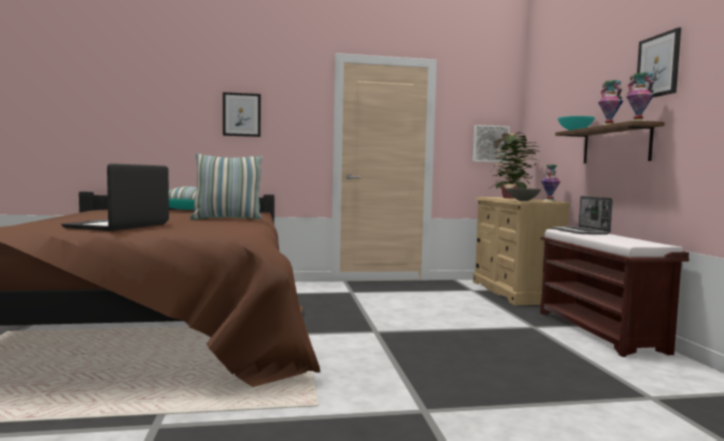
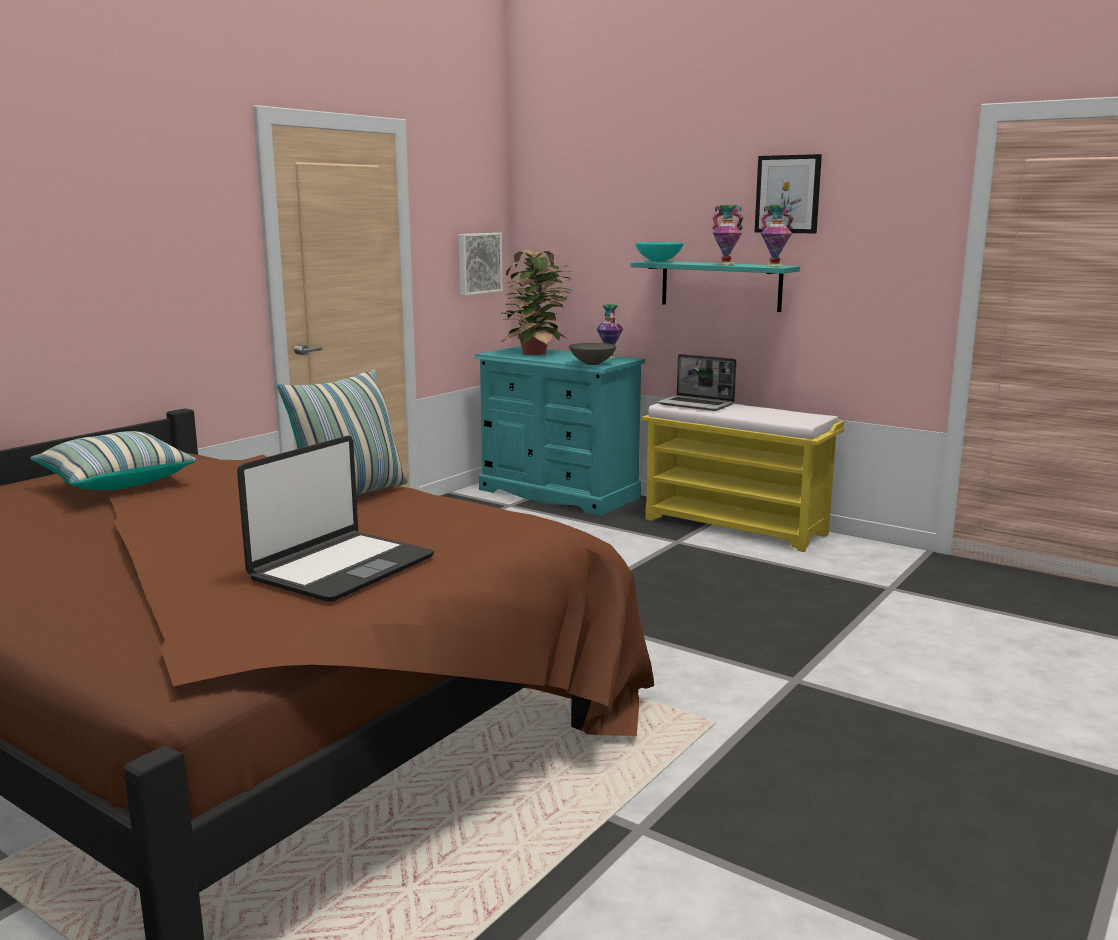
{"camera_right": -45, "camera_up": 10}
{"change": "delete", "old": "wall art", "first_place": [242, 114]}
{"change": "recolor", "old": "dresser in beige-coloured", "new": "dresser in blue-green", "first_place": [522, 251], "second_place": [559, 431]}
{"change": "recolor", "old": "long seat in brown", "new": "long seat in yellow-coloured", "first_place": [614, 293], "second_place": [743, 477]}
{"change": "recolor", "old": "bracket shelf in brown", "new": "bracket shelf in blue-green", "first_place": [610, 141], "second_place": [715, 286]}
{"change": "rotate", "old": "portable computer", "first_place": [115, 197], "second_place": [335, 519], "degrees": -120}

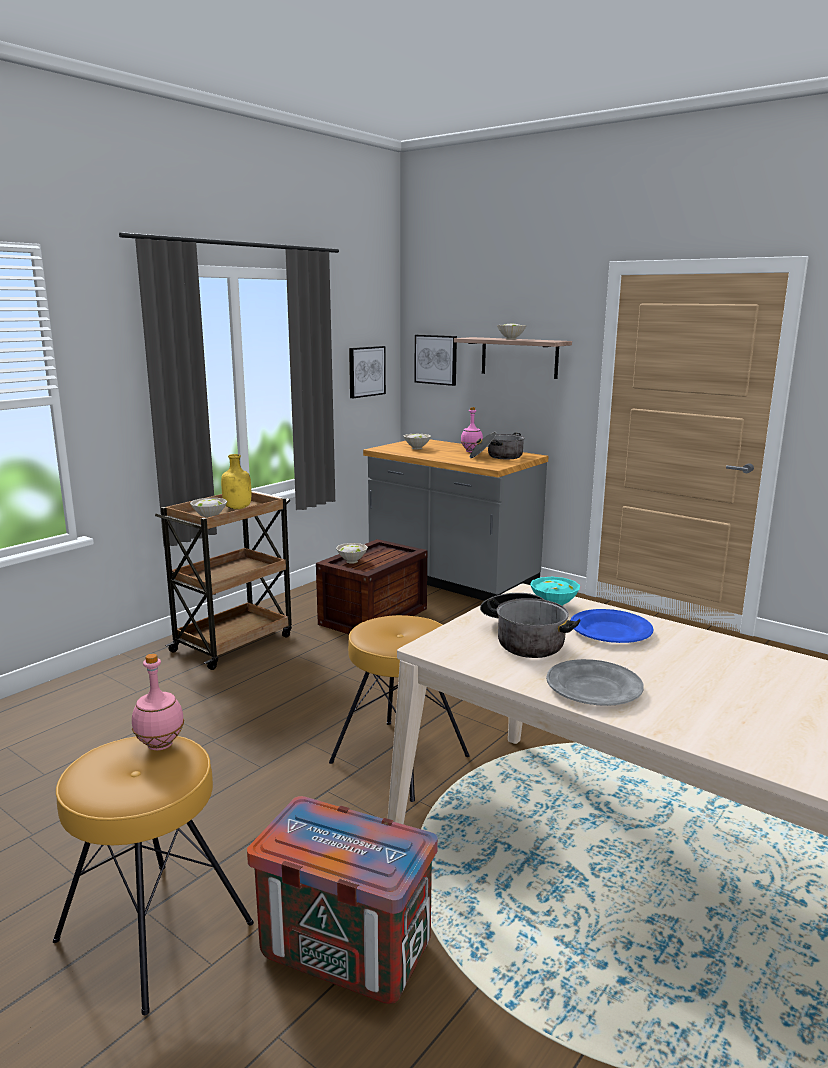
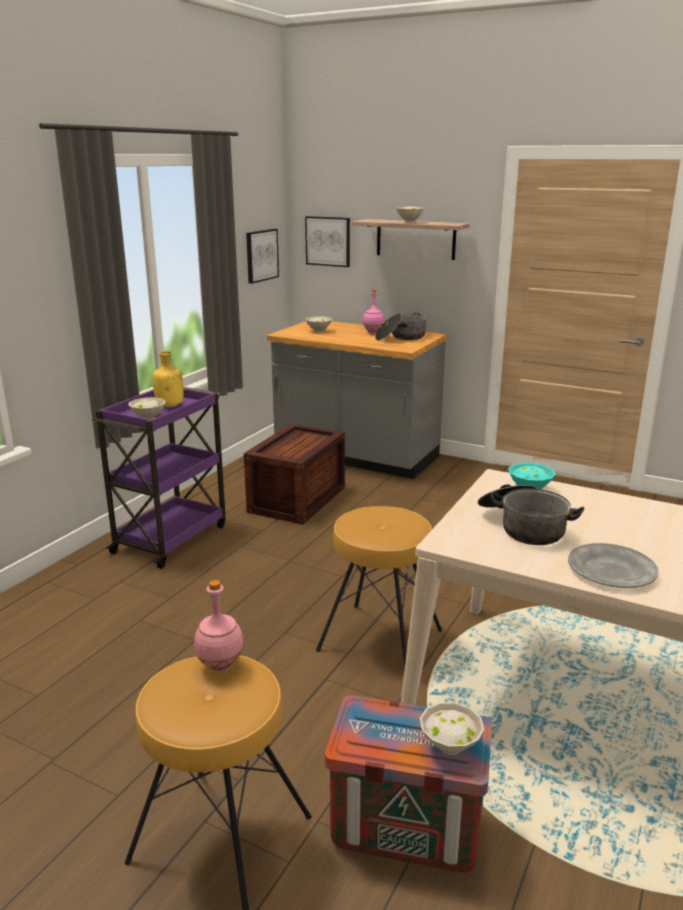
{"camera_right": -10, "camera_up": 5}
{"change": "delete", "old": "dinner plate in blue", "first_place": [611, 626]}
{"change": "move", "old": "serving bowl in whitish", "first_place": [352, 553], "second_place": [452, 728]}
{"change": "recolor", "old": "trolley in brown", "new": "trolley in purple", "first_place": [223, 580], "second_place": [159, 478]}

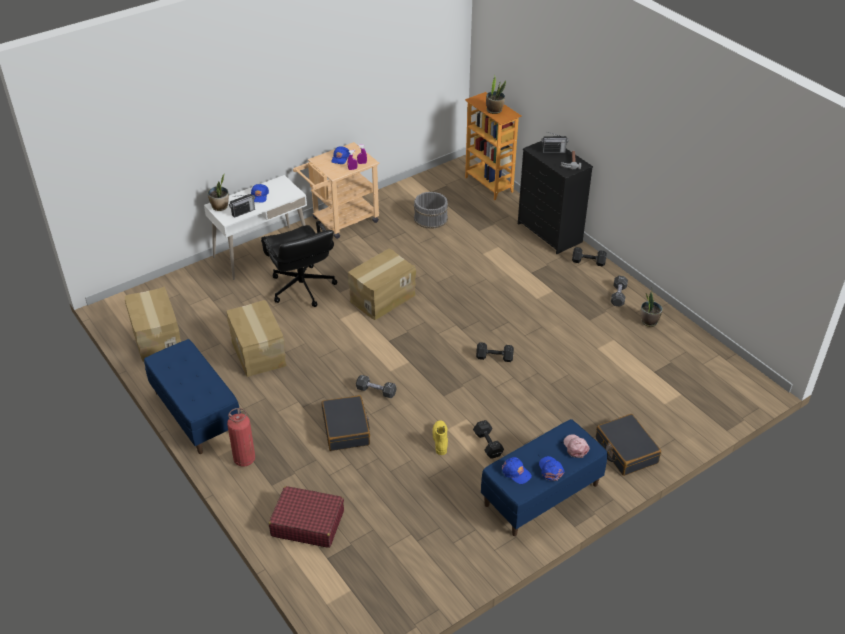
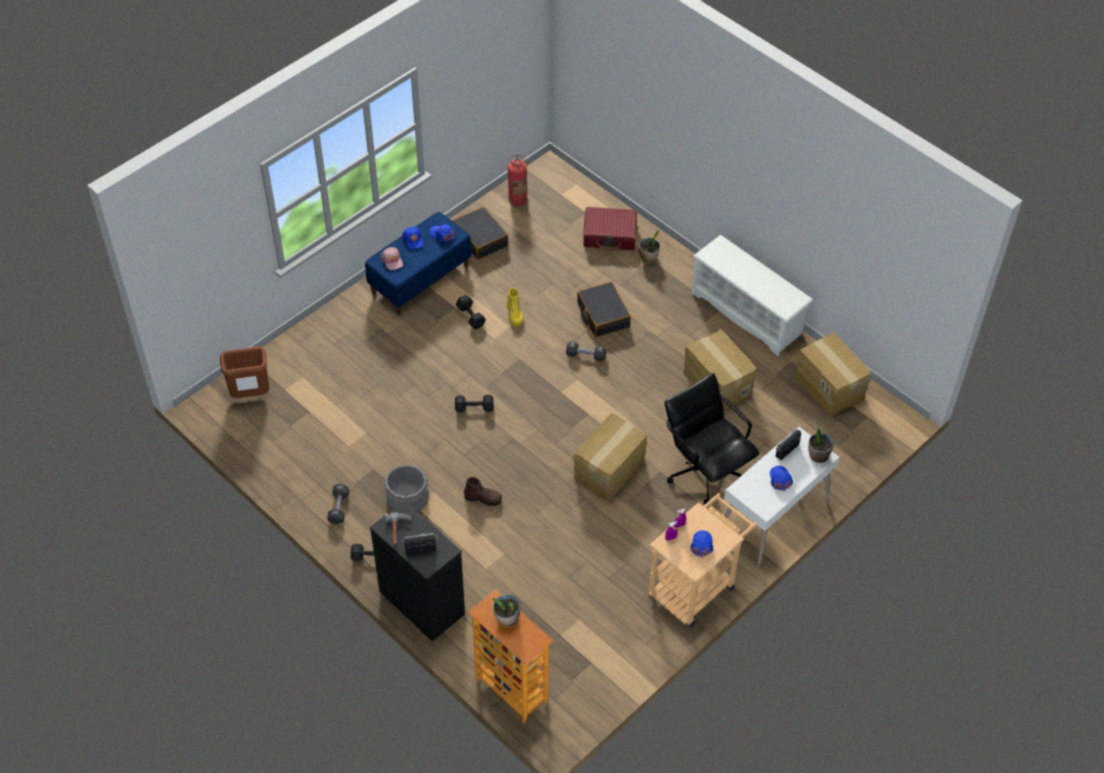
{"camera_right": 170, "camera_up": 10}
{"change": "insert", "new": "waste bin in brown", "second_place": [244, 372]}
{"change": "insert", "new": "high-top boot in brown", "second_place": [483, 491]}
{"change": "move", "old": "extinguisher", "first_place": [241, 437], "second_place": [517, 180]}
{"change": "move", "old": "bucket in gray", "first_place": [431, 210], "second_place": [406, 487]}
{"change": "move", "old": "piece of luggage in black", "first_place": [628, 445], "second_place": [481, 233]}
{"change": "move", "old": "potted plant", "first_place": [652, 310], "second_place": [649, 246]}
{"change": "replace", "old": "long seat in blue", "new": "shoe shelf in whitish", "first_place": [192, 396], "second_place": [752, 295]}

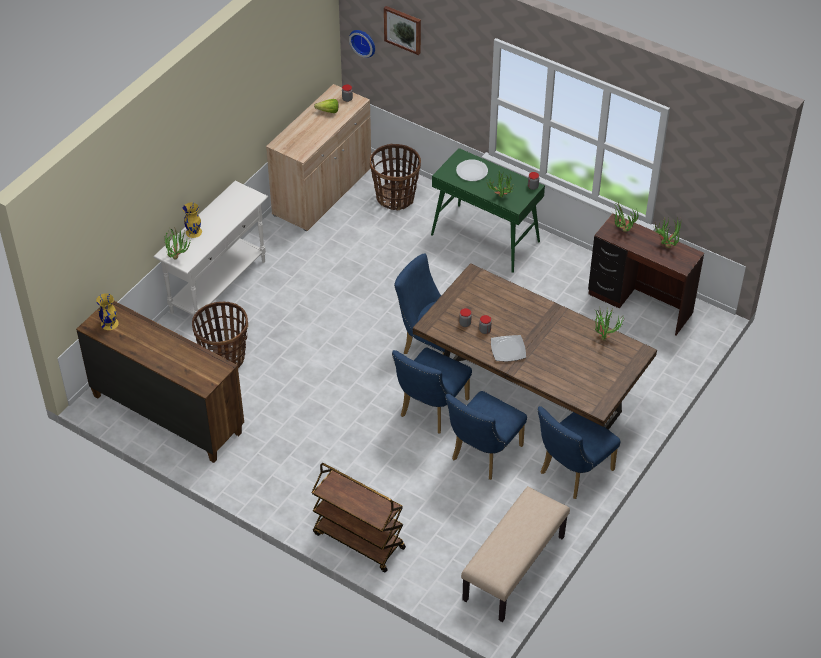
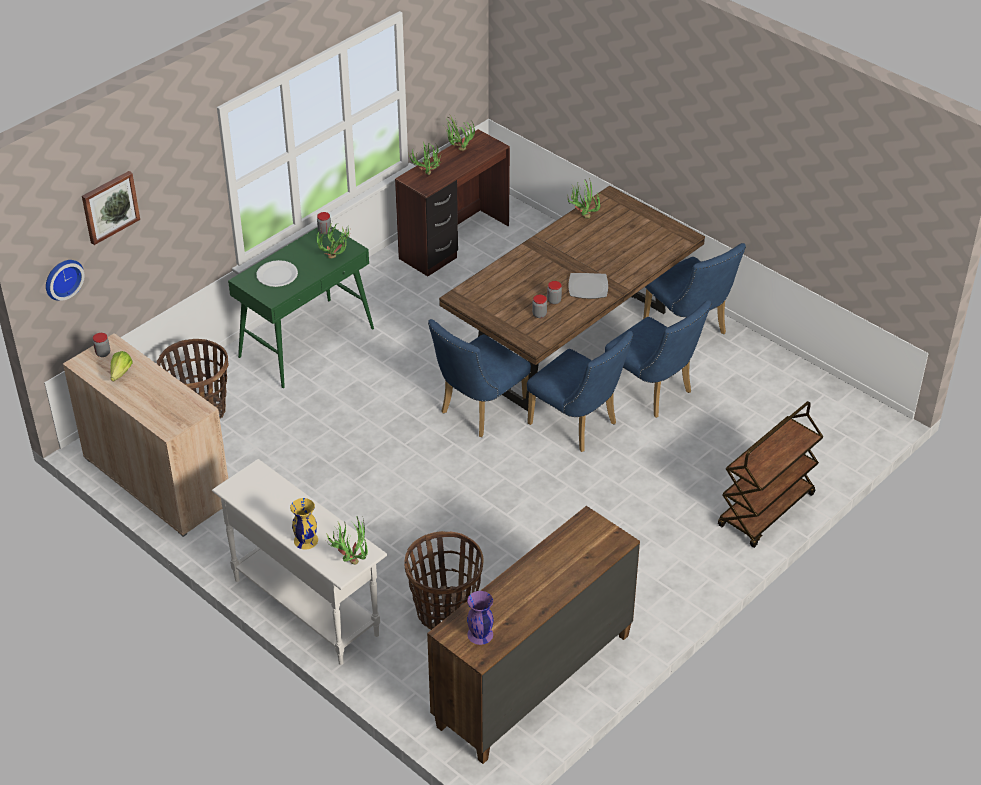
{"camera_right": -80, "camera_up": -5}
{"change": "delete", "old": "long seat in beige-coloured", "first_place": [515, 554]}
{"change": "recolor", "old": "flower vase in yellow-coloured", "new": "flower vase in purple", "first_place": [107, 311], "second_place": [480, 618]}

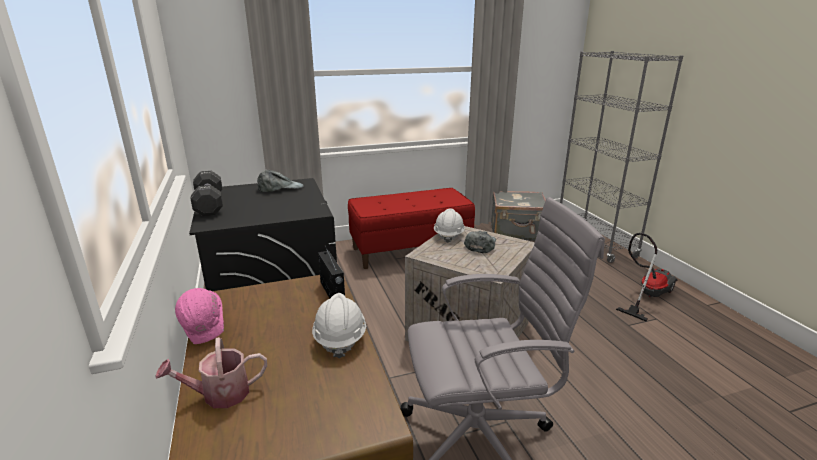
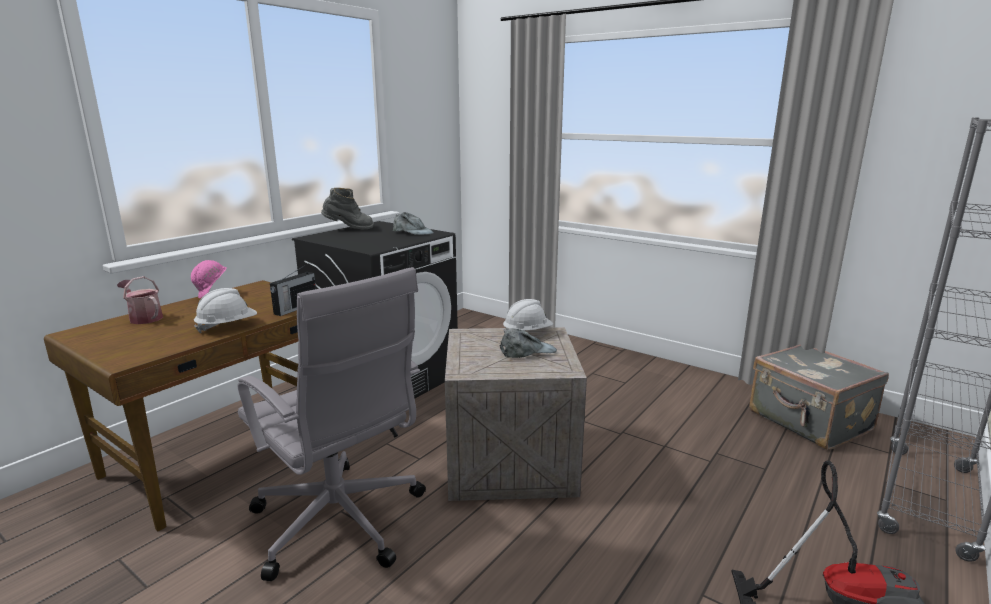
{"camera_right": 55, "camera_up": -5}
{"change": "delete", "old": "long seat in red-coloured", "first_place": [411, 228]}
{"change": "replace", "old": "dumbbell in black", "new": "high-top boot in gray", "first_place": [207, 193], "second_place": [347, 208]}

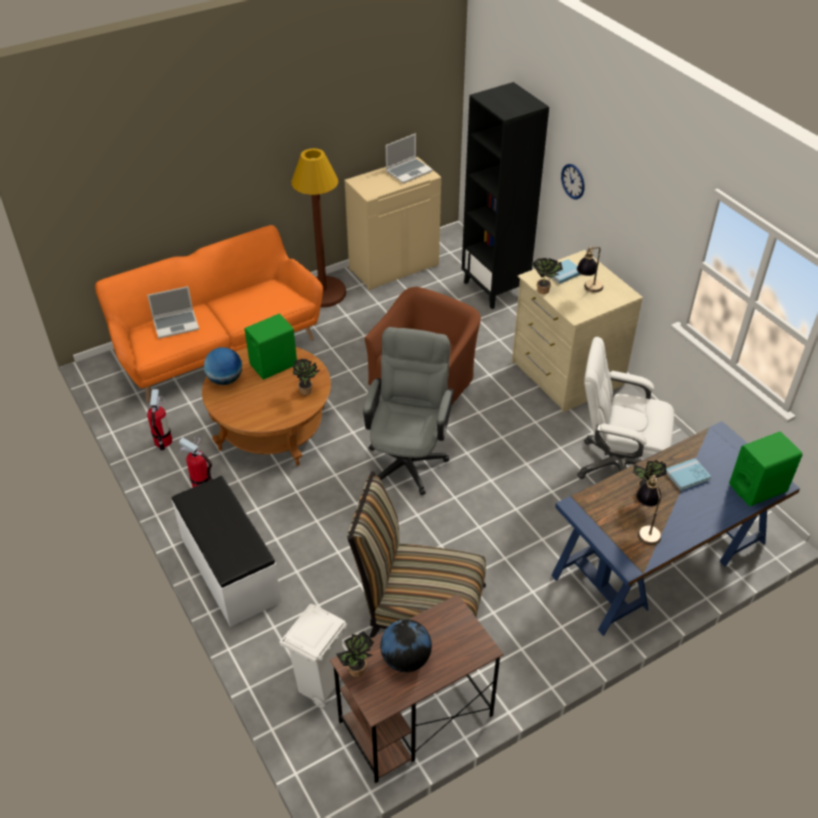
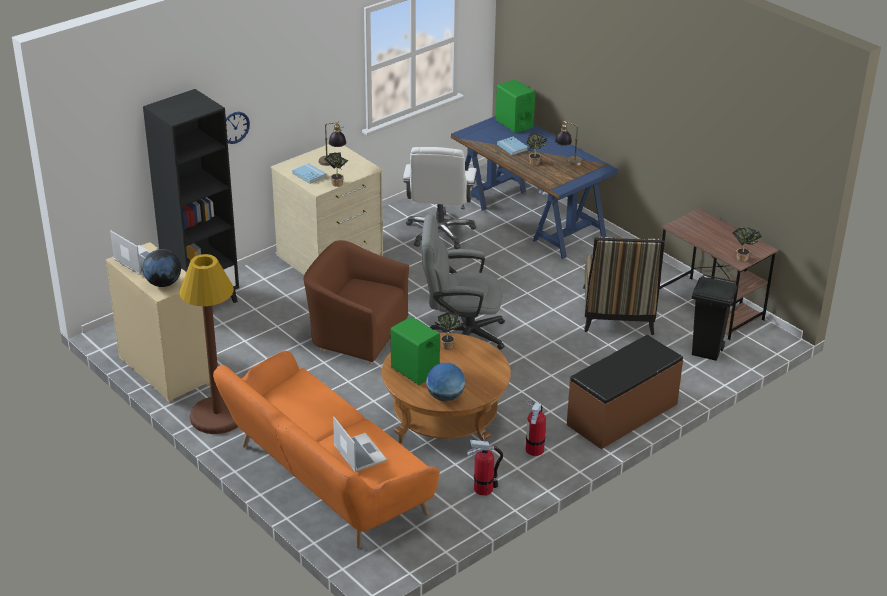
{"camera_right": -100, "camera_up": -10}
{"change": "move", "old": "world globe", "first_place": [406, 645], "second_place": [162, 268]}
{"change": "recolor", "old": "long seat in whitish", "new": "long seat in brown", "first_place": [226, 551], "second_place": [625, 392]}
{"change": "recolor", "old": "waste bin in whitish", "new": "waste bin in black", "first_place": [313, 656], "second_place": [715, 317]}

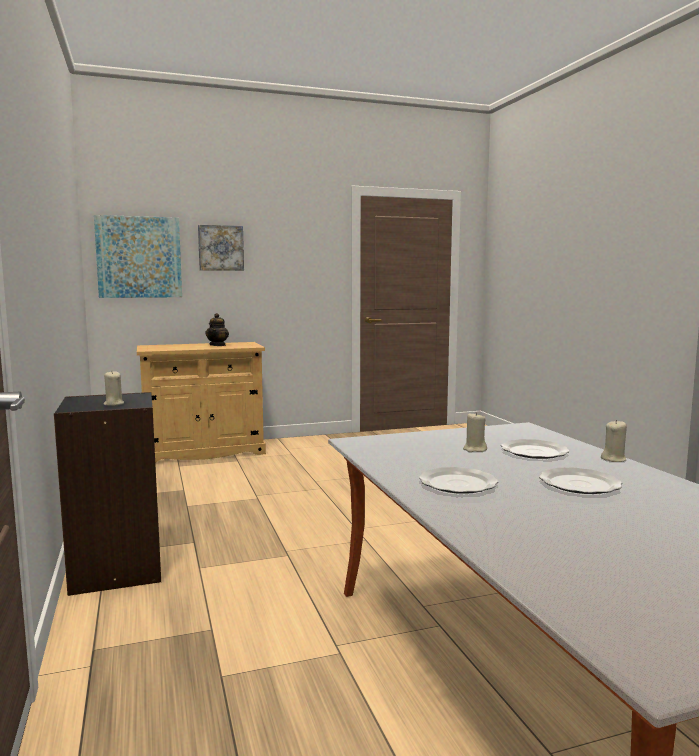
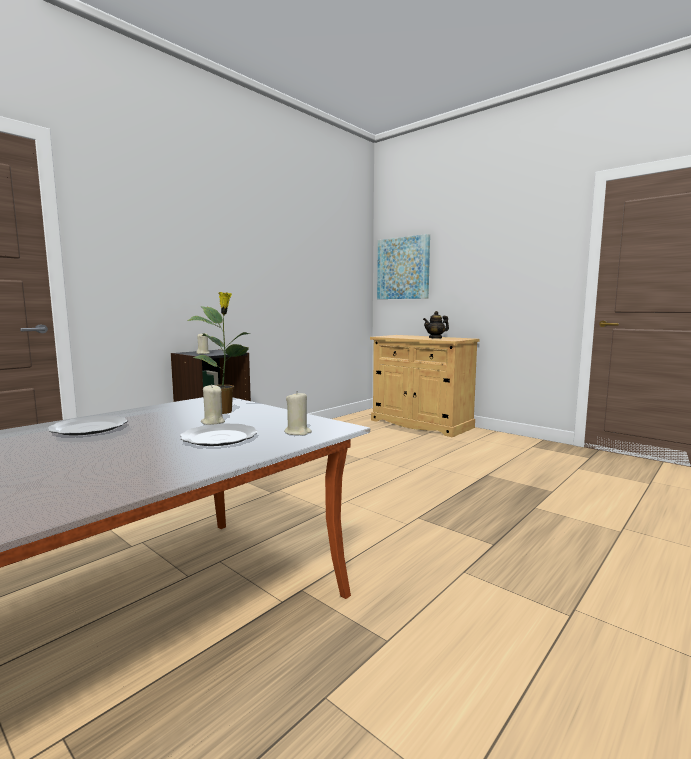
{"camera_right": 60, "camera_up": 0}
{"change": "delete", "old": "wall art", "first_place": [221, 248]}
{"change": "delete", "old": "dinner plate", "first_place": [580, 480]}
{"change": "insert", "new": "potted plant", "second_place": [219, 353]}
{"change": "move", "old": "wax candle in beige-coloured", "first_place": [614, 441], "second_place": [298, 413]}

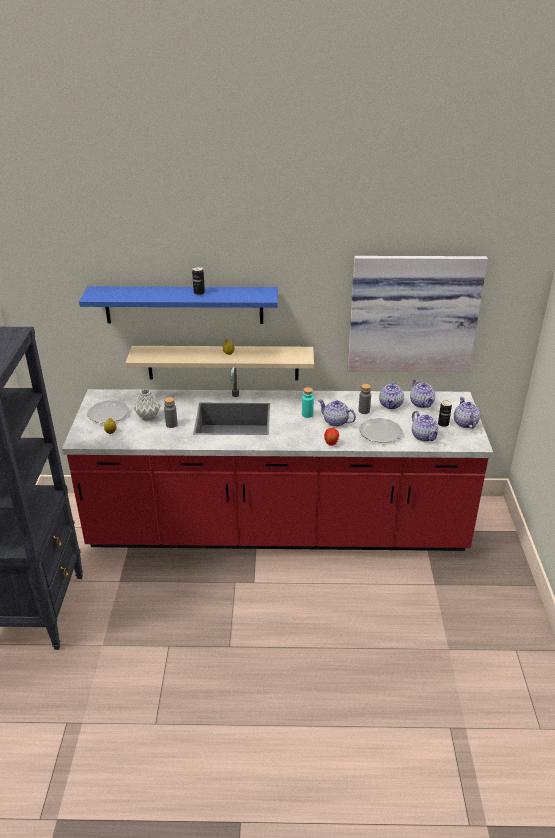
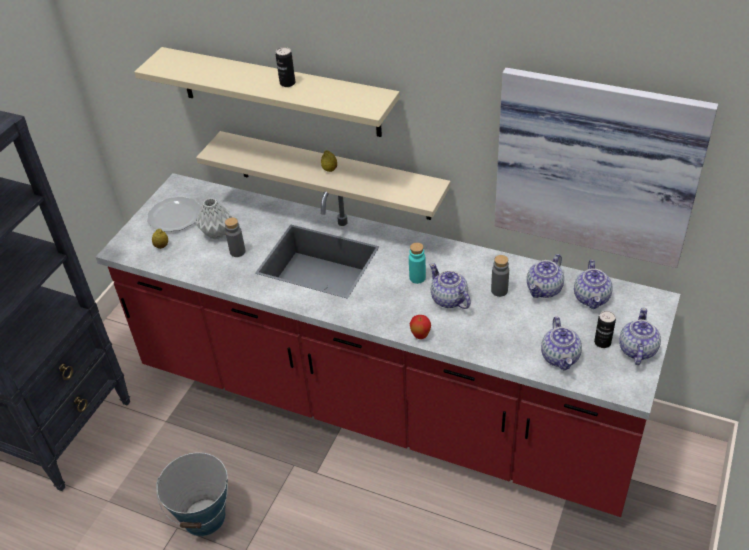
{"camera_right": 25, "camera_up": 10}
{"change": "delete", "old": "dinner plate", "first_place": [381, 430]}
{"change": "insert", "new": "bucket", "second_place": [192, 494]}
{"change": "recolor", "old": "bracket shelf in blue", "new": "bracket shelf in beige-coloured", "first_place": [178, 305], "second_place": [267, 92]}

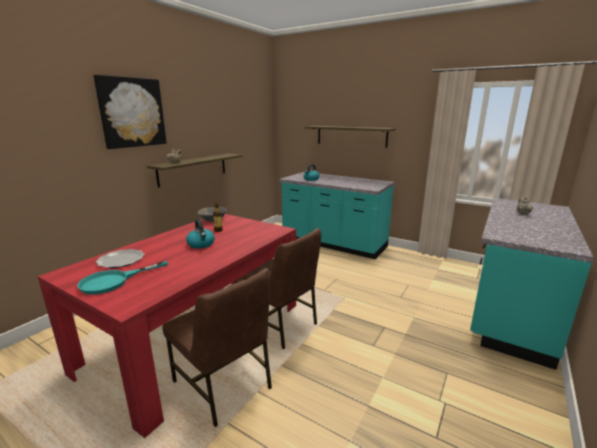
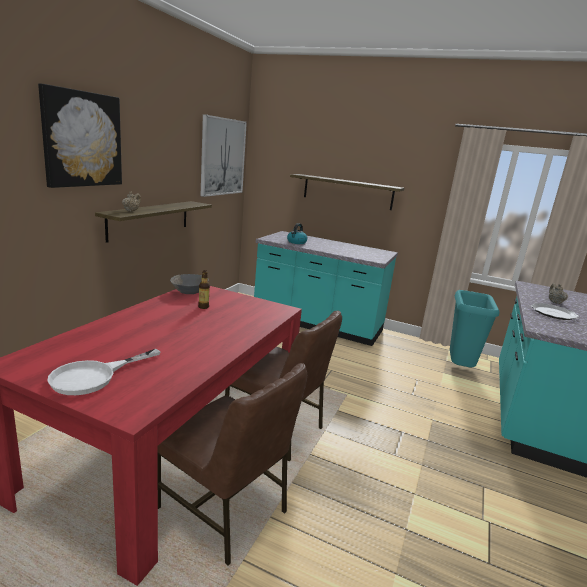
{"camera_right": -10, "camera_up": 0}
{"change": "delete", "old": "kettle", "first_place": [200, 233]}
{"change": "insert", "new": "wall art", "second_place": [224, 155]}
{"change": "insert", "new": "waste bin in blue-green", "second_place": [475, 328]}
{"change": "move", "old": "dinner plate", "first_place": [120, 258], "second_place": [555, 311]}
{"change": "recolor", "old": "pan in blue-green", "new": "pan in whitish", "first_place": [122, 278], "second_place": [103, 372]}

